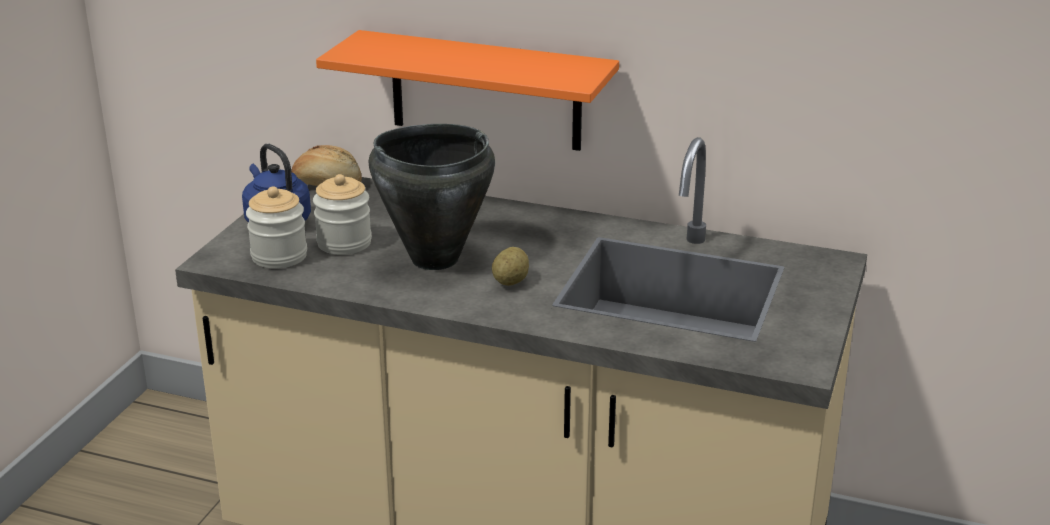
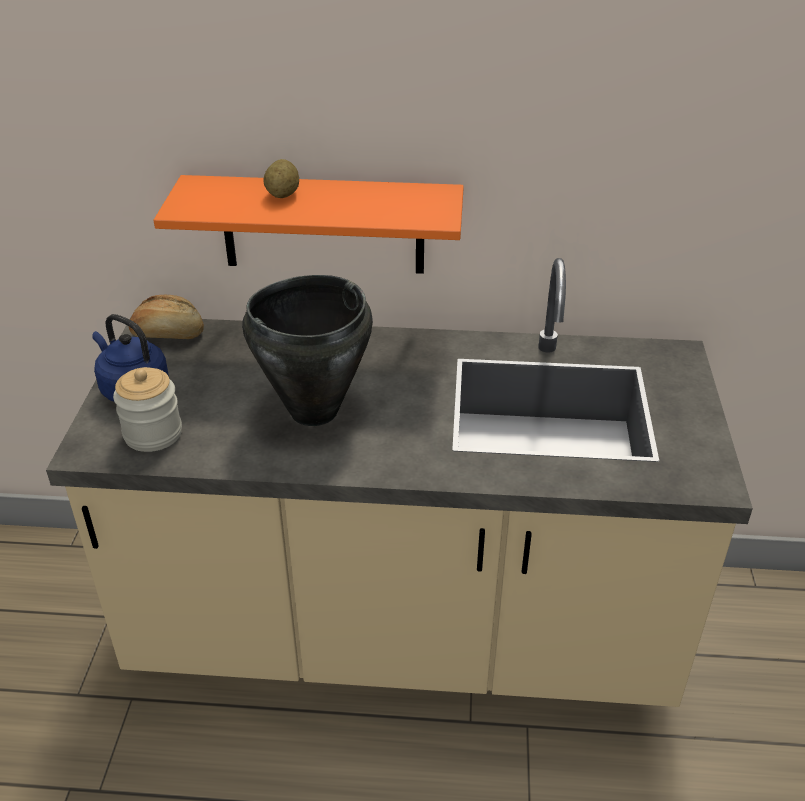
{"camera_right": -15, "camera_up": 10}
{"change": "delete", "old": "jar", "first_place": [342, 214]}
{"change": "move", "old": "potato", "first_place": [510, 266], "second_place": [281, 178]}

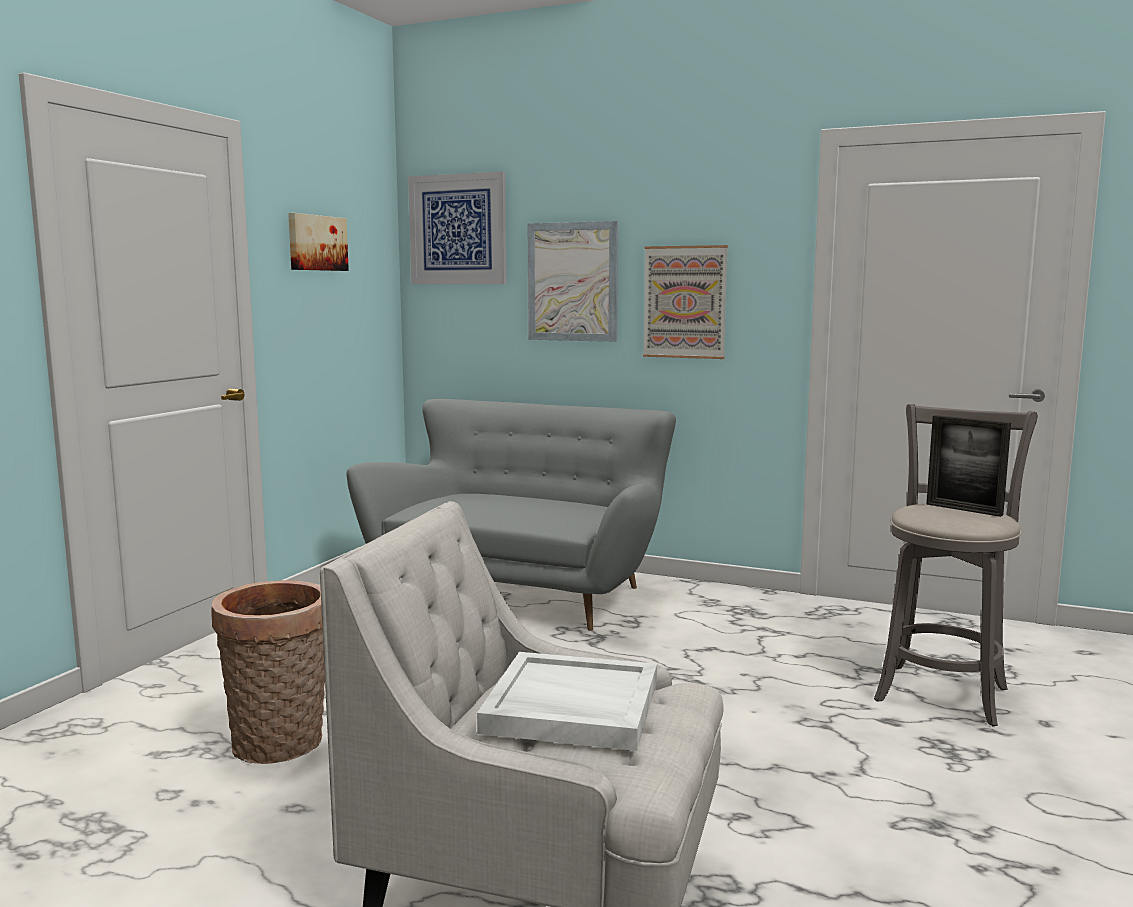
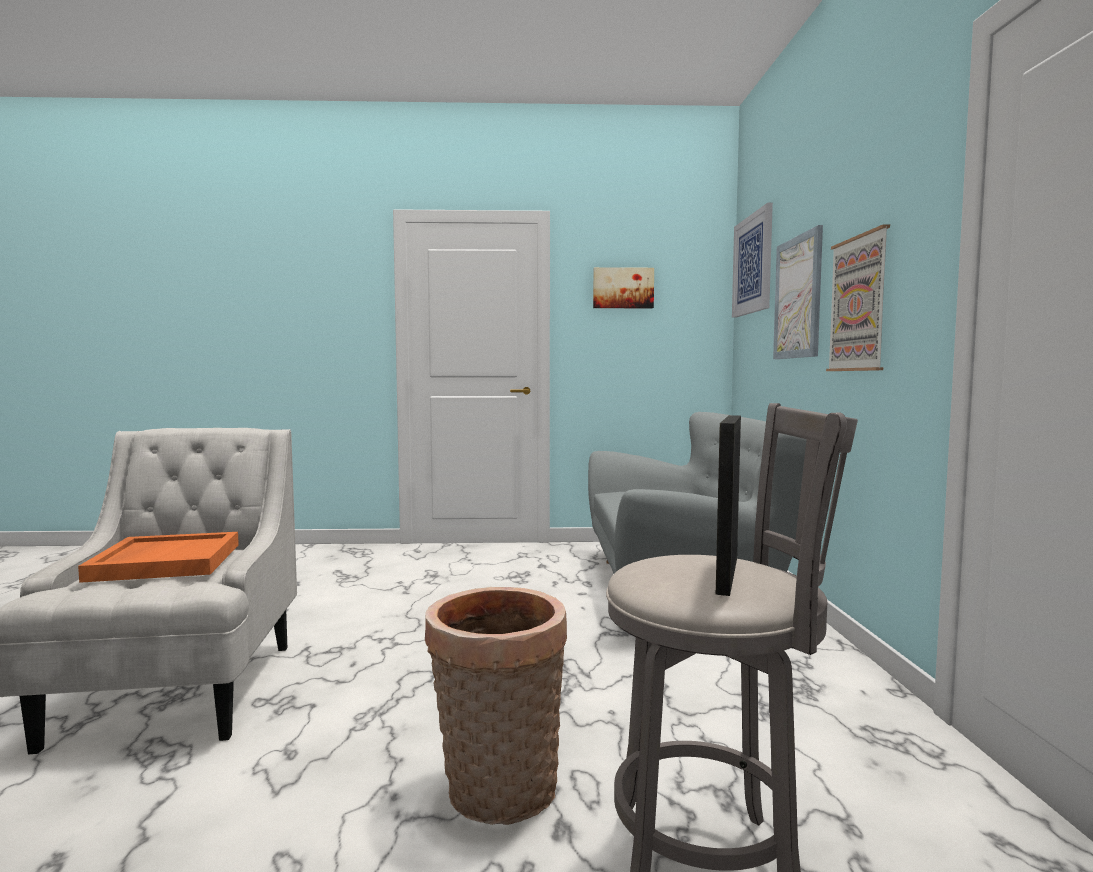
{"camera_right": 65, "camera_up": -5}
{"change": "move", "old": "household basket", "first_place": [268, 672], "second_place": [496, 706]}
{"change": "recolor", "old": "tray in whitish", "new": "tray in orange-coloured", "first_place": [567, 701], "second_place": [158, 557]}

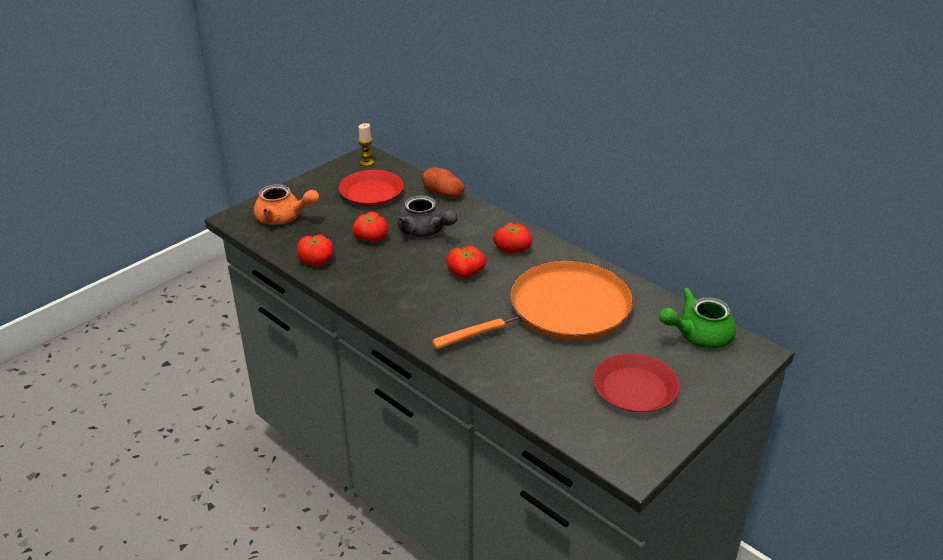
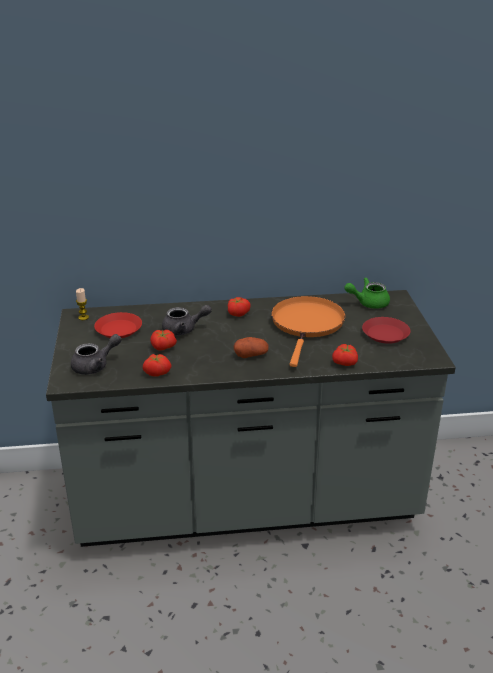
{"camera_right": -50, "camera_up": -5}
{"change": "move", "old": "potato", "first_place": [443, 182], "second_place": [251, 347]}
{"change": "move", "old": "whole tomato", "first_place": [466, 262], "second_place": [345, 355]}
{"change": "recolor", "old": "pot for tea in orange-coloured", "new": "pot for tea in gray", "first_place": [286, 204], "second_place": [96, 354]}
{"change": "rotate", "old": "pot for tea in green", "first_place": [697, 318], "second_place": [367, 293], "degrees": 60}

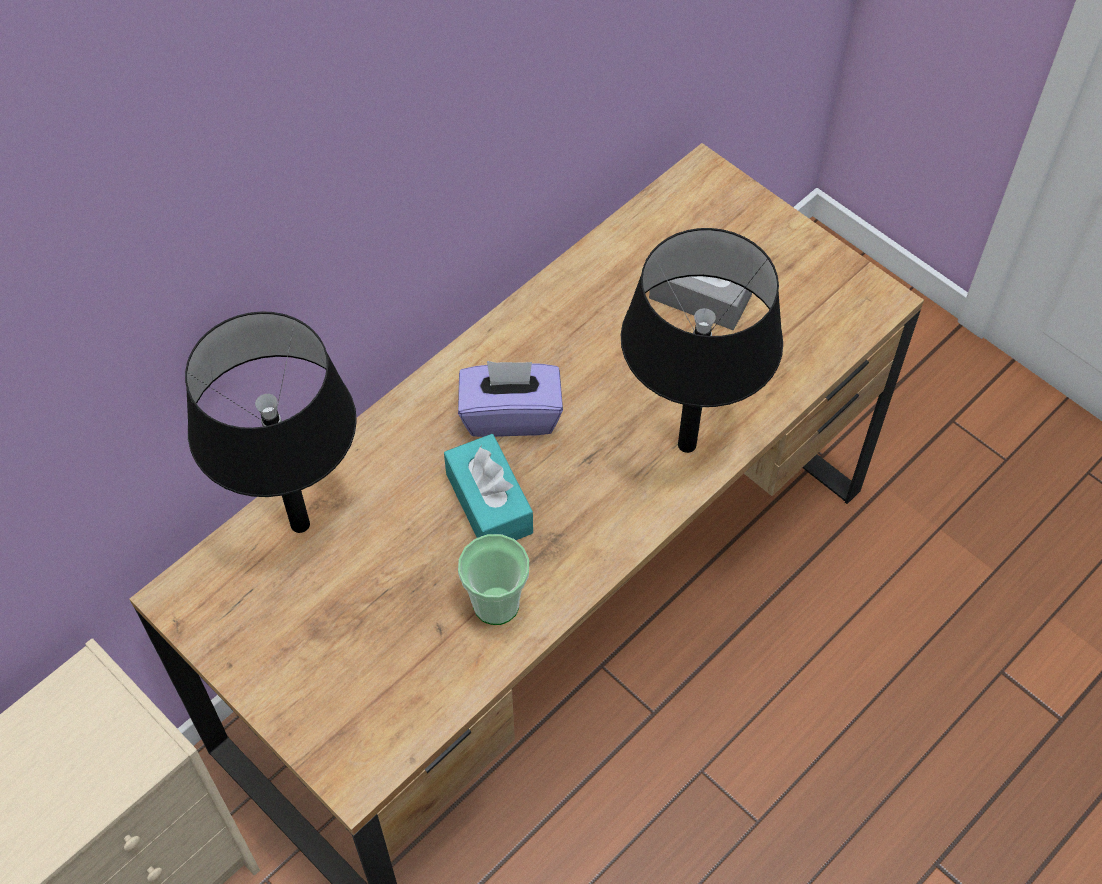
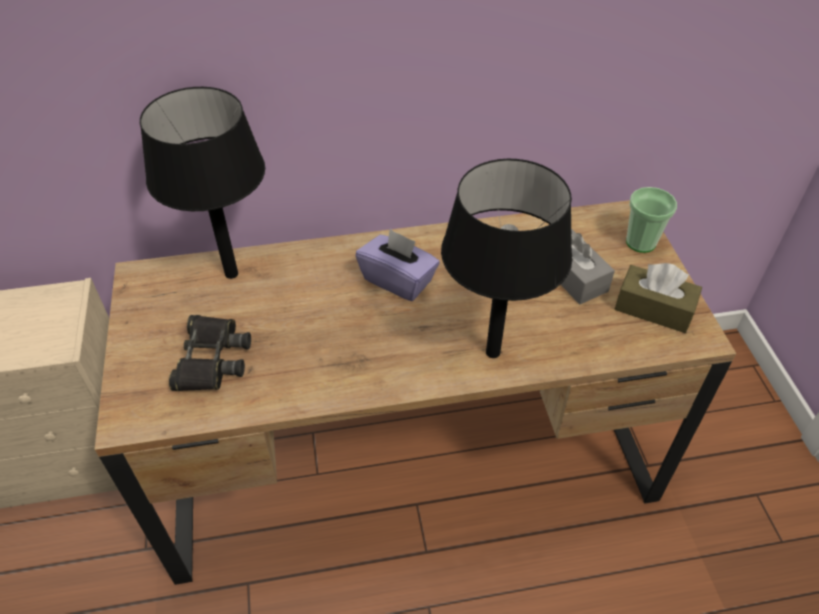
{"camera_right": 35, "camera_up": -10}
{"change": "delete", "old": "tissue box in blue-green", "first_place": [488, 487]}
{"change": "insert", "new": "field glasses in black", "second_place": [210, 353]}
{"change": "insert", "new": "tissue box in brown", "second_place": [658, 298]}
{"change": "move", "old": "small cup", "first_place": [493, 579], "second_place": [651, 220]}

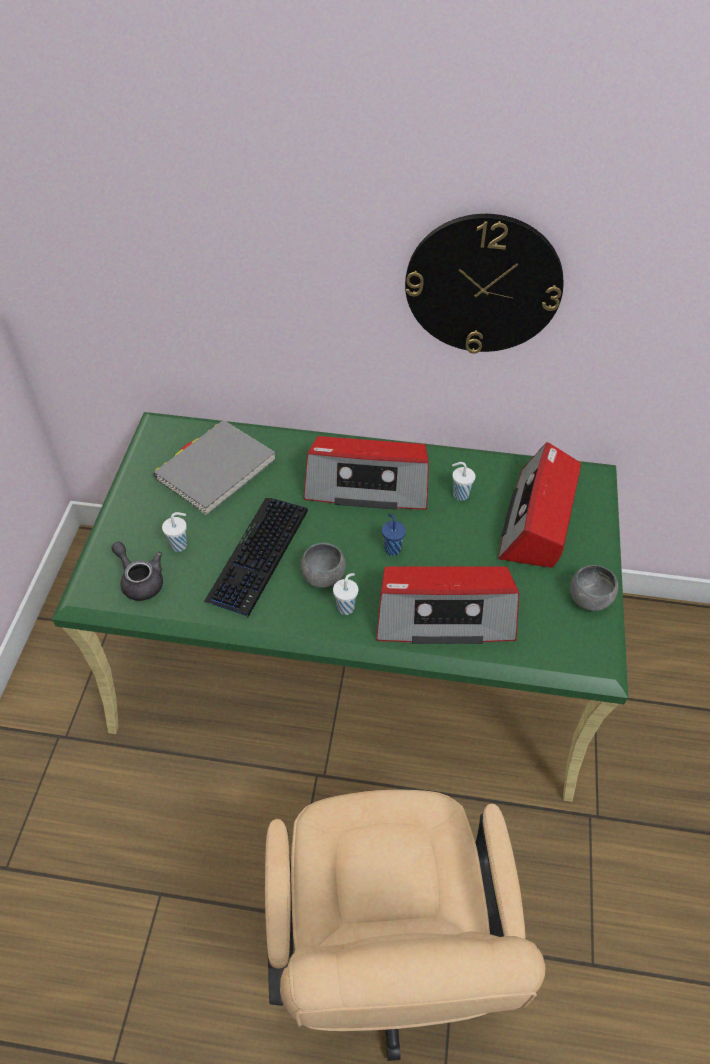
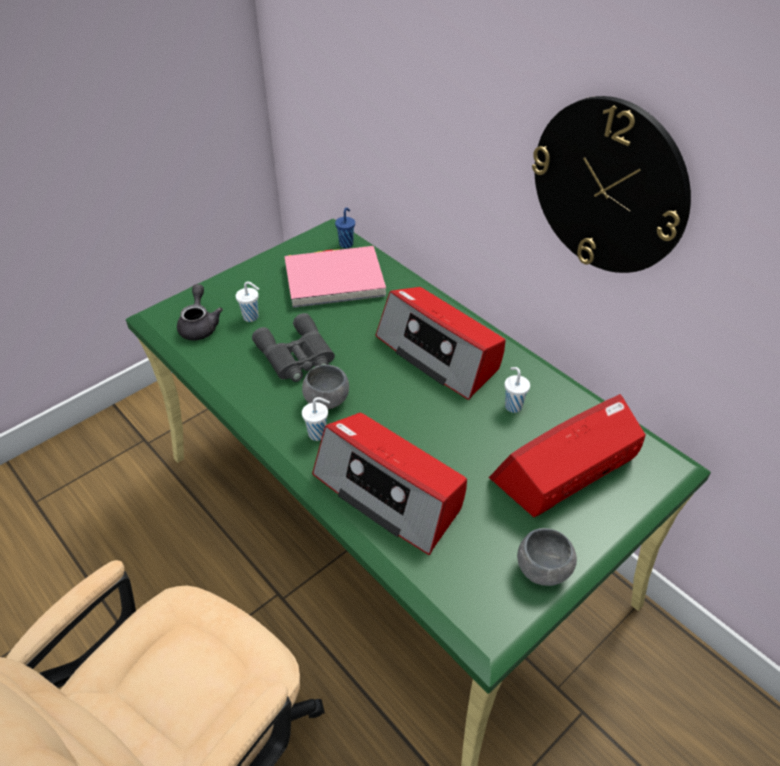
{"camera_right": 40, "camera_up": -5}
{"change": "move", "old": "small cup in blue", "first_place": [394, 535], "second_place": [345, 227]}
{"change": "replace", "old": "computer keyboard", "new": "field glasses in gray", "first_place": [256, 558], "second_place": [293, 347]}
{"change": "recolor", "old": "book in gray", "new": "book in pink", "first_place": [214, 468], "second_place": [335, 277]}

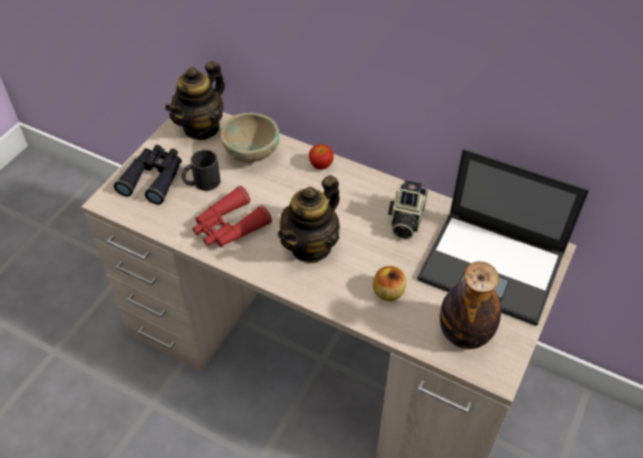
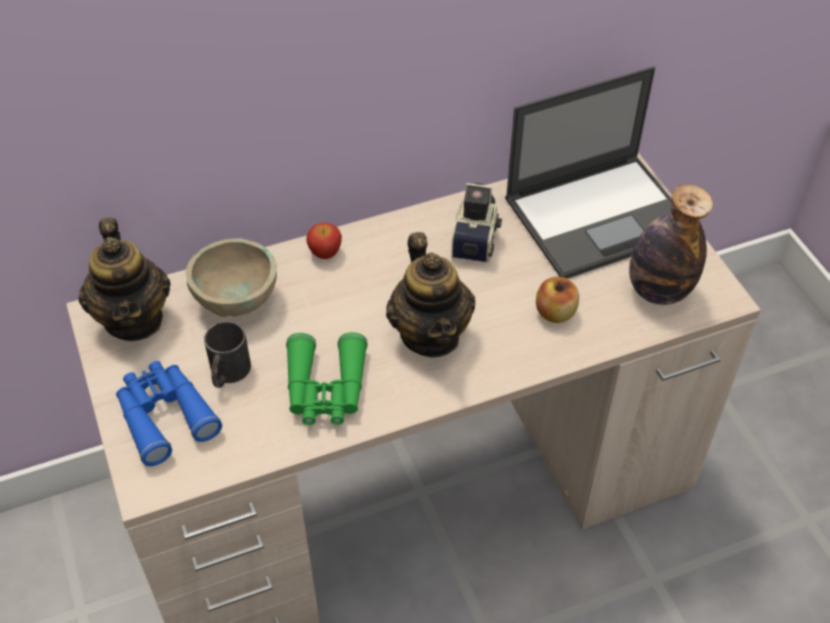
{"camera_right": -50, "camera_up": 0}
{"change": "recolor", "old": "field glasses in black", "new": "field glasses in blue", "first_place": [148, 175], "second_place": [169, 413]}
{"change": "recolor", "old": "field glasses in red-coloured", "new": "field glasses in green", "first_place": [232, 216], "second_place": [327, 378]}
{"change": "rotate", "old": "still camera", "first_place": [408, 210], "second_place": [476, 223], "degrees": -135}

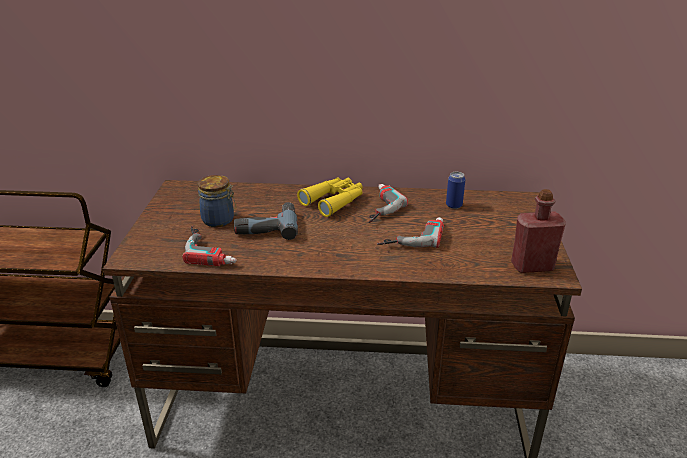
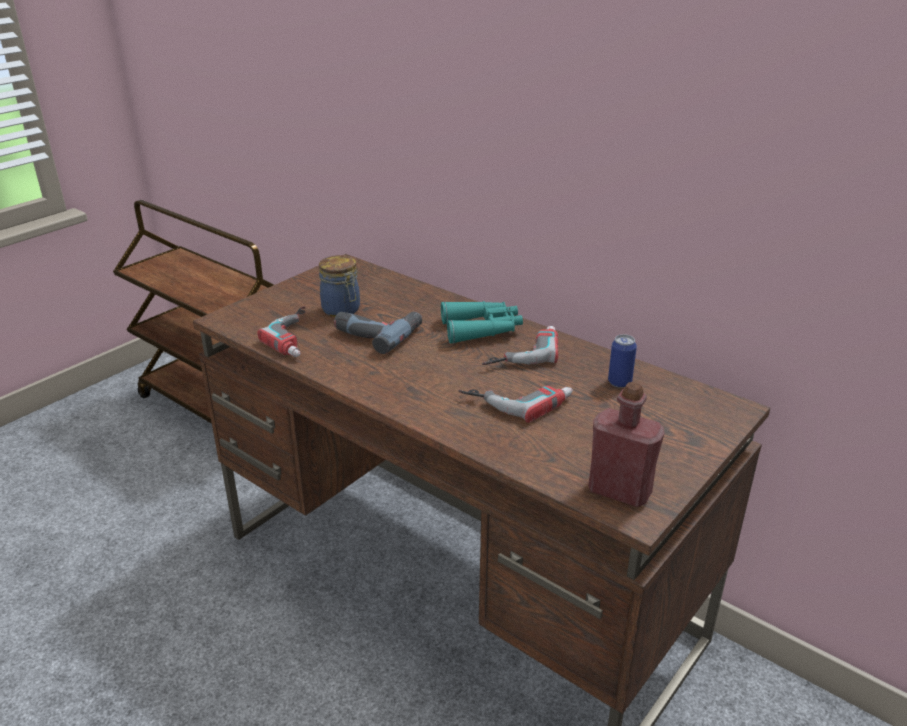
{"camera_right": 35, "camera_up": 0}
{"change": "recolor", "old": "field glasses in yellow-coloured", "new": "field glasses in blue-green", "first_place": [330, 197], "second_place": [482, 322]}

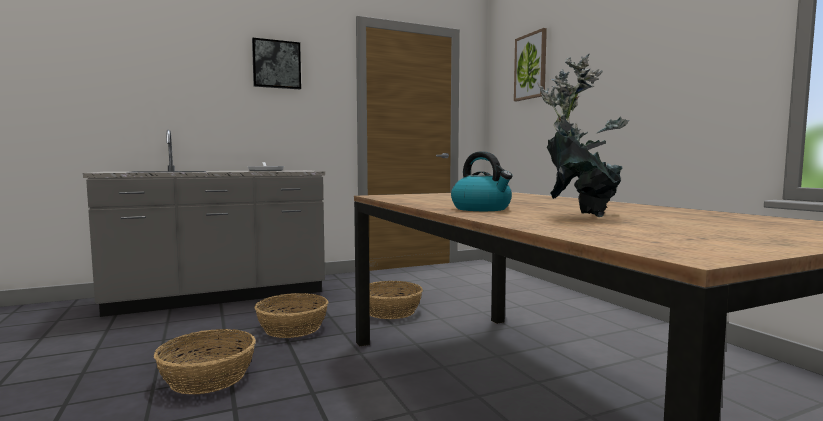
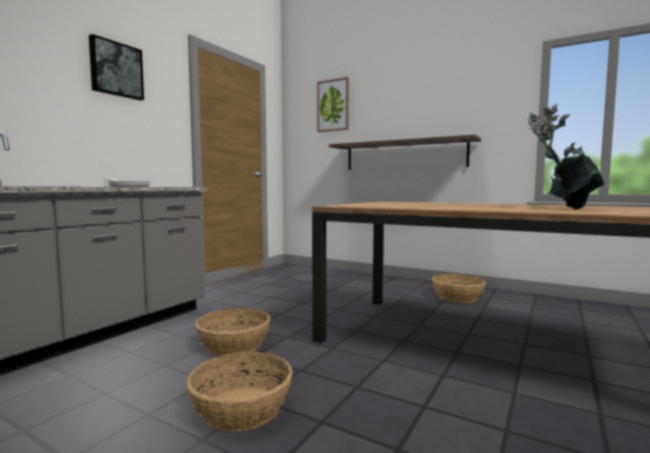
{"camera_right": -35, "camera_up": 0}
{"change": "delete", "old": "kettle", "first_place": [481, 181]}
{"change": "insert", "new": "bracket shelf", "second_place": [405, 152]}
{"change": "move", "old": "household basket", "first_place": [396, 300], "second_place": [459, 288]}

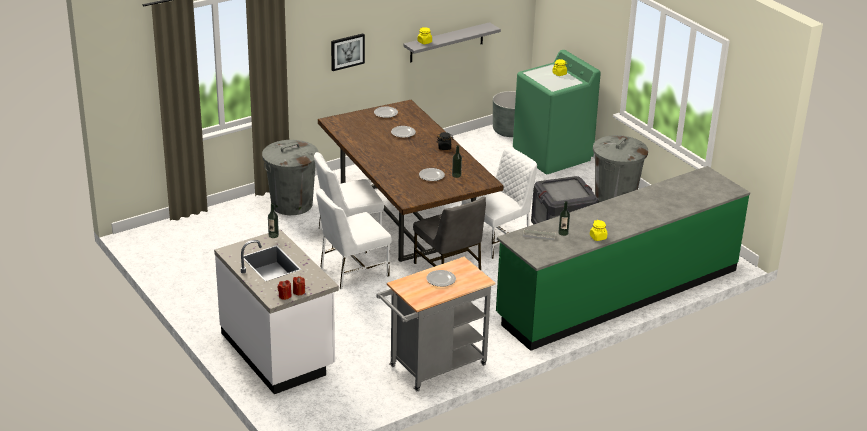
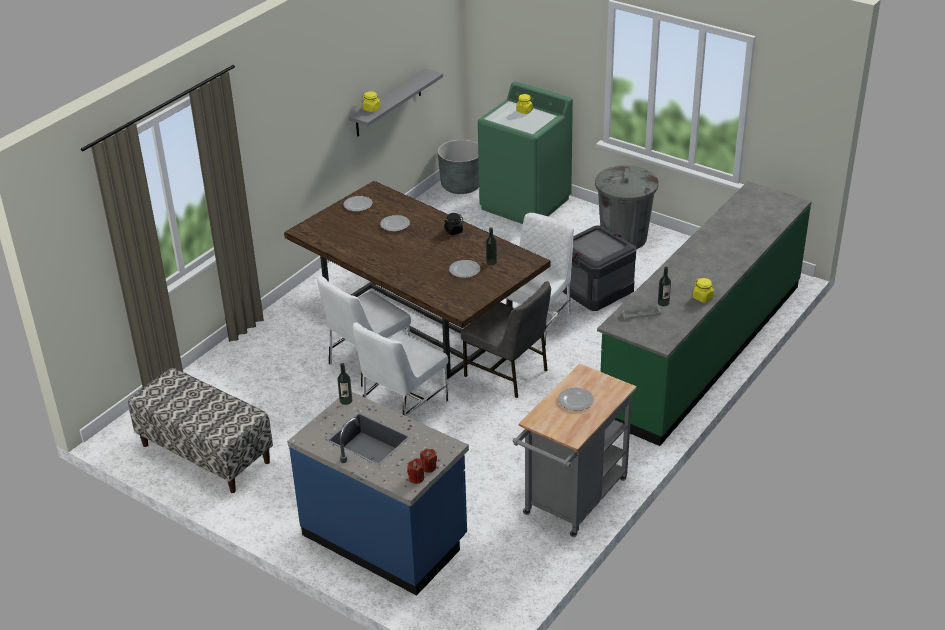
{"camera_right": -20, "camera_up": 5}
{"change": "delete", "old": "waste bin in gray", "first_place": [290, 177]}
{"change": "delete", "old": "wall art", "first_place": [348, 52]}
{"change": "insert", "new": "long seat", "second_place": [200, 430]}
{"change": "recolor", "old": "counter in whitish", "new": "counter in blue", "first_place": [276, 311], "second_place": [378, 494]}

